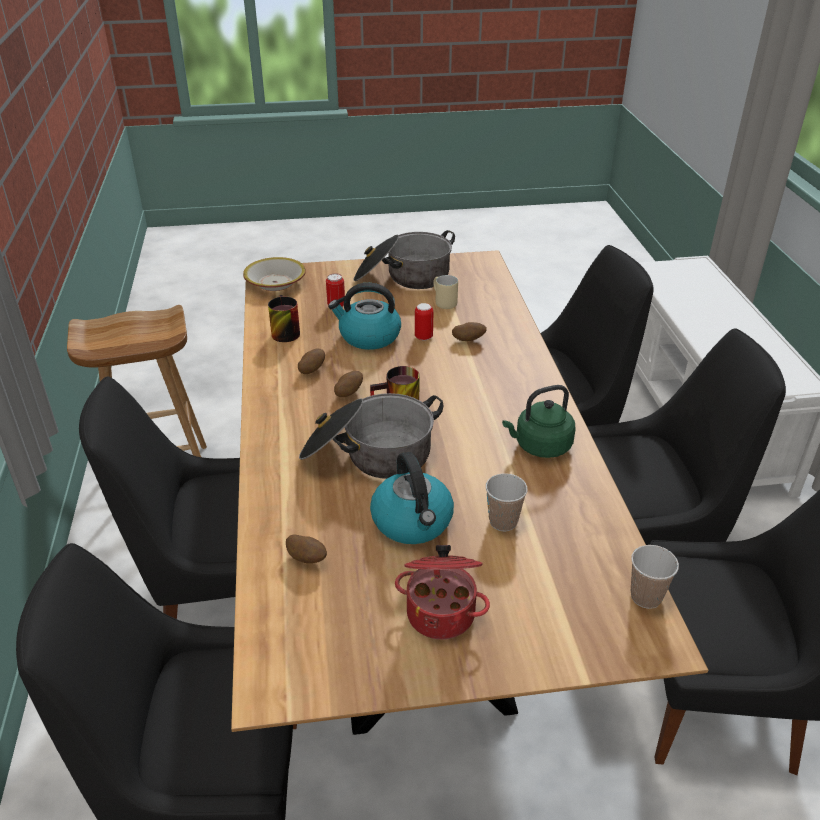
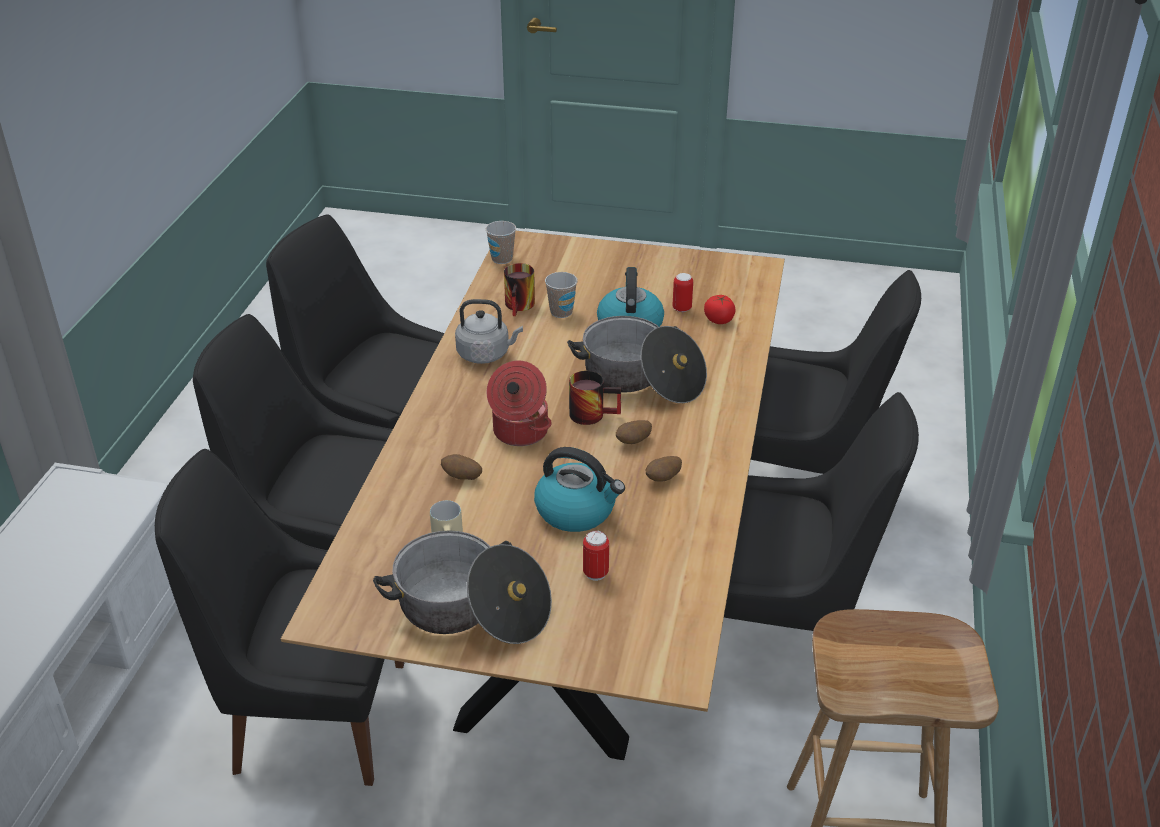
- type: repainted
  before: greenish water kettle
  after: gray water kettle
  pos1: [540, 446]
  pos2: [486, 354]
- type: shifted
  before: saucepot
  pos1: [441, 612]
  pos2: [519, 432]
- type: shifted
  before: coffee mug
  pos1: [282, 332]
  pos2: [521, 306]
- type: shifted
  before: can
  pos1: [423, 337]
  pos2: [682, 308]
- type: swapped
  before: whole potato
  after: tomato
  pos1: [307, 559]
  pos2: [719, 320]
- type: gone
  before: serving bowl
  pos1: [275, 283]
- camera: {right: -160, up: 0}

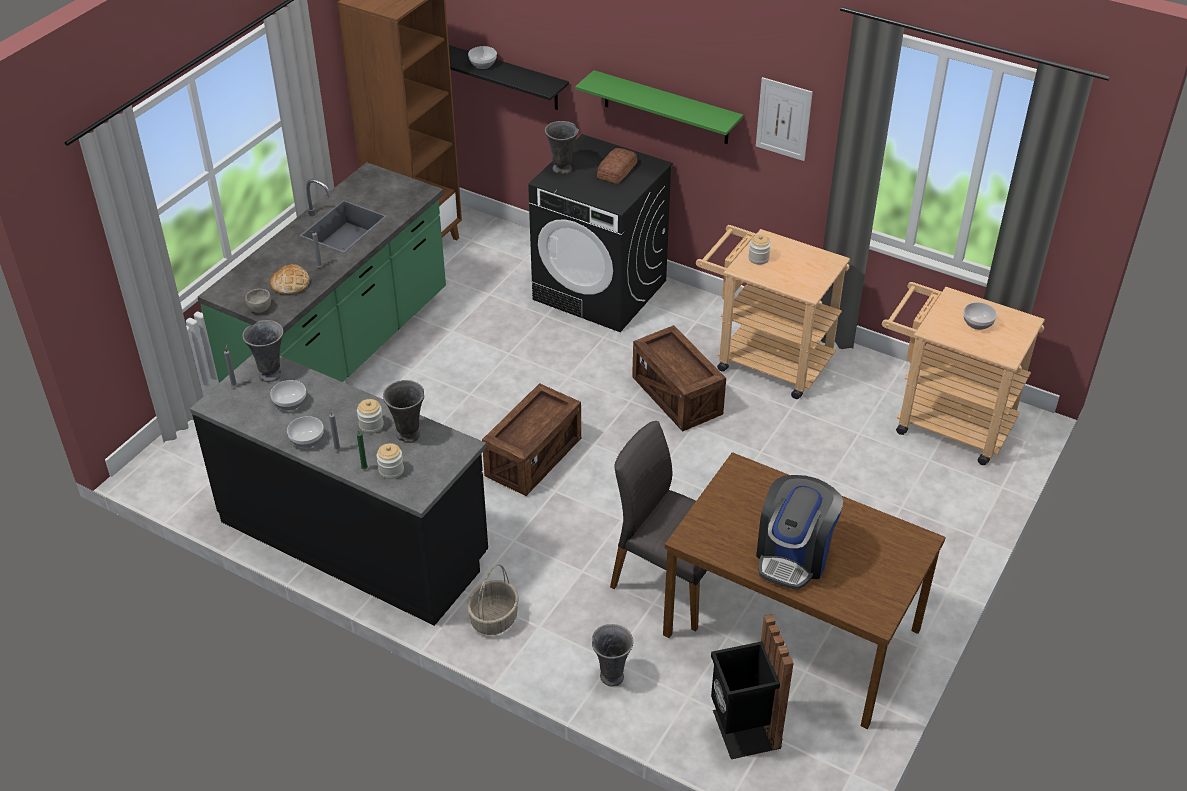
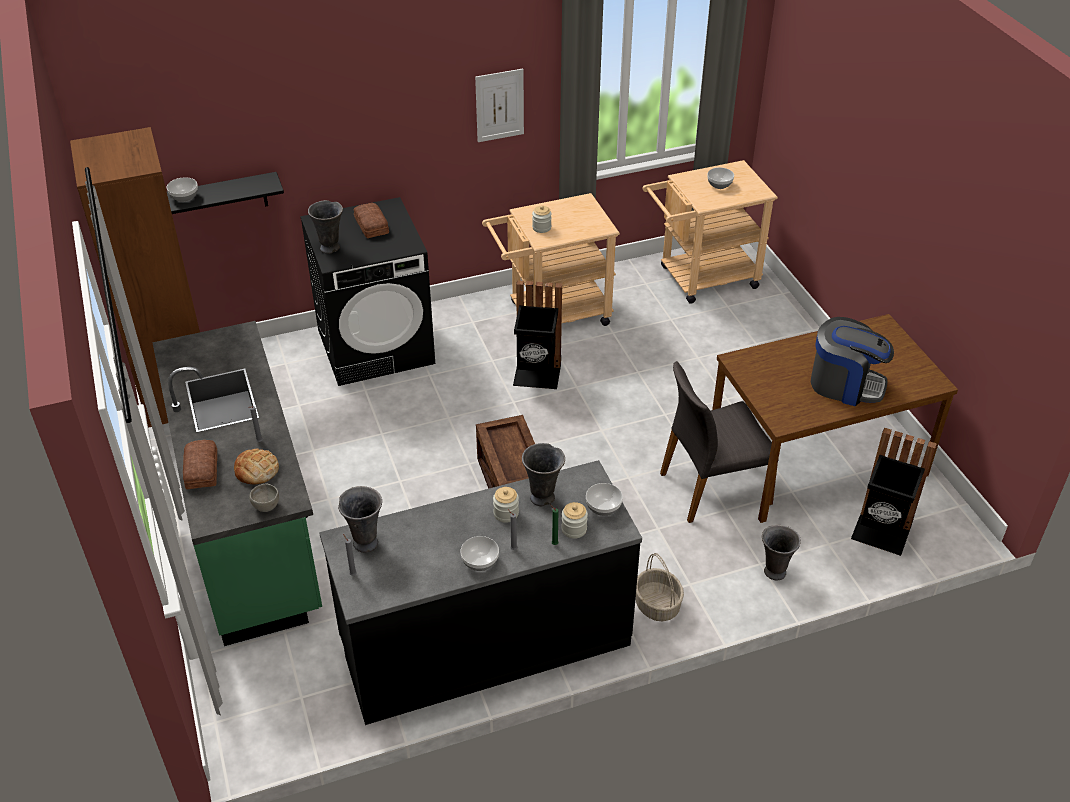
- type: new
  after: bakery bread
  pos2: [203, 469]
- type: swapped
  before: shipping crate
  after: black rubbish bin
  pos1: [677, 396]
  pos2: [537, 376]
- type: shifted
  before: serving bowl
  pos1: [290, 403]
  pos2: [603, 507]
- type: rotated
  before: coffee machine
  pos1: [794, 555]
  pos2: [845, 384]
  turn: -45
- type: gone
  before: greenish wall shelf
  pos1: [666, 108]
- camera: {right: -50, up: 0}

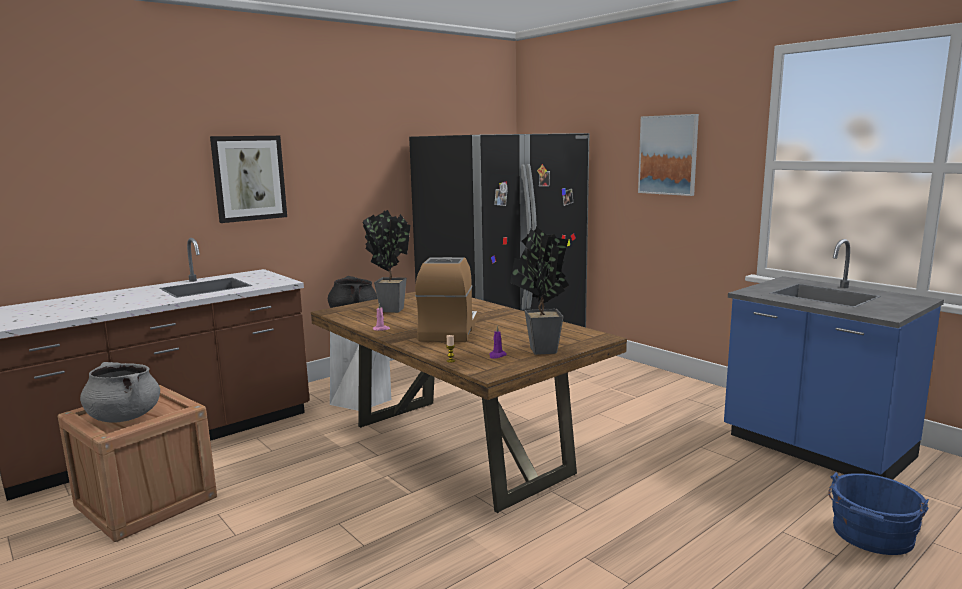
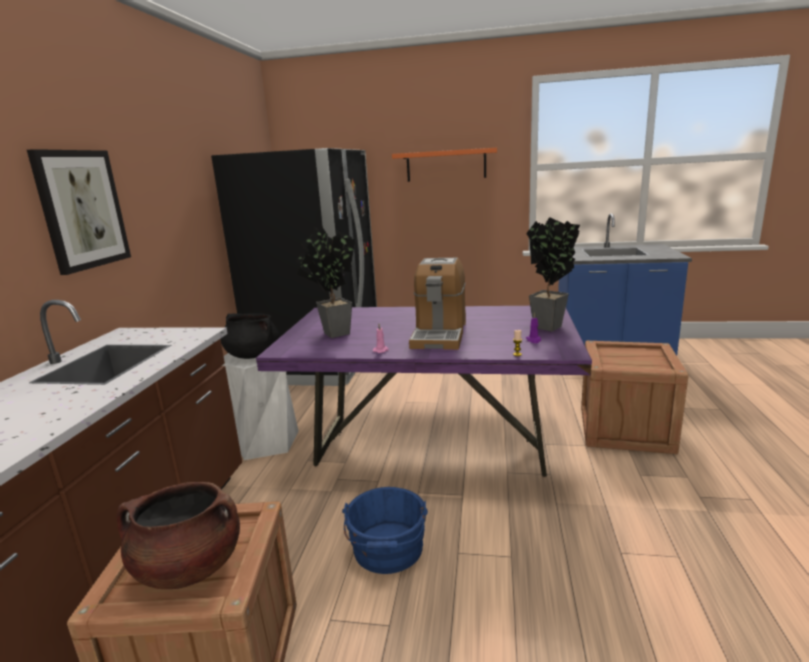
- type: repainted
  before: gray saucepot
  after: brown saucepot
  pos1: [124, 417]
  pos2: [189, 567]
- type: repainted
  before: brown dinner table
  after: purple-coloured dinner table
  pos1: [456, 448]
  pos2: [429, 445]
- type: shifted
  before: blue water bucket
  pos1: [871, 536]
  pos2: [388, 551]
- type: swapped
  before: wall picture
  after: orange-coloured wall shelf
  pos1: [668, 155]
  pos2: [446, 165]
- type: rotated
  before: coffee machine
  pos1: [448, 330]
  pos2: [439, 334]
  turn: -135
- type: new
  after: shipping crate
  pos2: [625, 429]
- camera: {right: -40, up: 5}

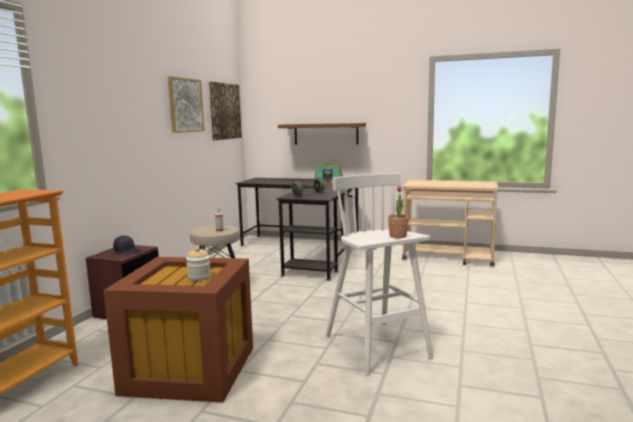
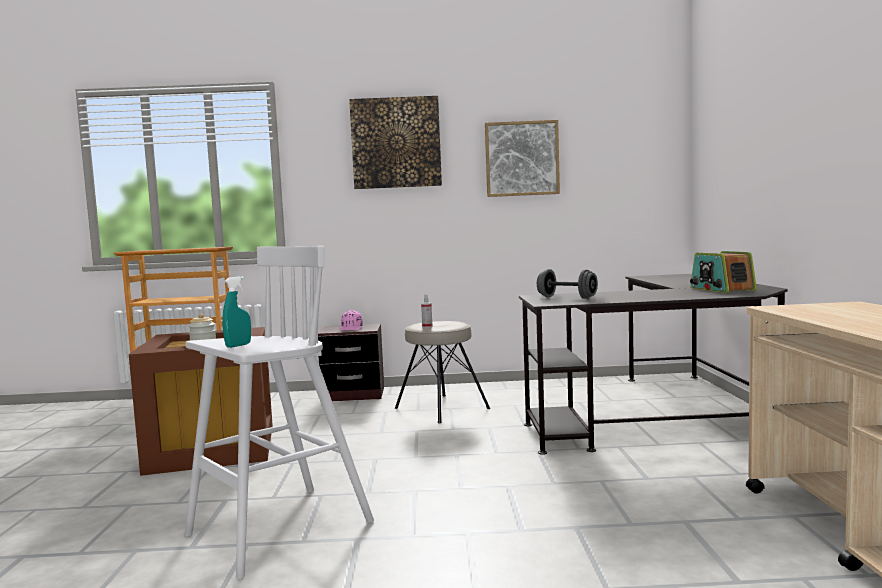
- type: swapped
  before: plant in a pot
  after: blue-green spray bottle
  pos1: [398, 236]
  pos2: [238, 345]
- type: repainted
  before: black baseball cap
  after: pinkish baseball cap
  pos1: [128, 251]
  pos2: [351, 328]
- type: shifted
  before: wall picture
  pos1: [224, 111]
  pos2: [396, 143]
- type: gone
  before: brown wall shelf
  pos1: [326, 134]
- camera: {right: 70, up: -5}

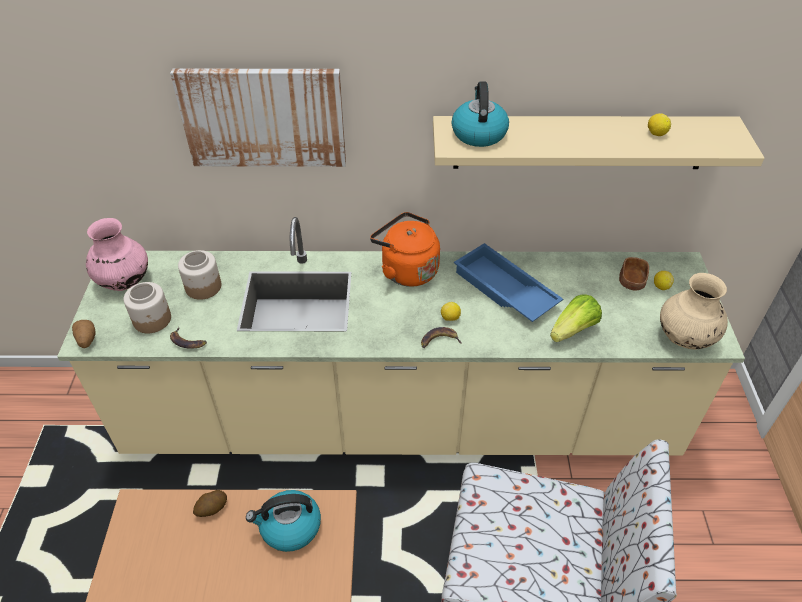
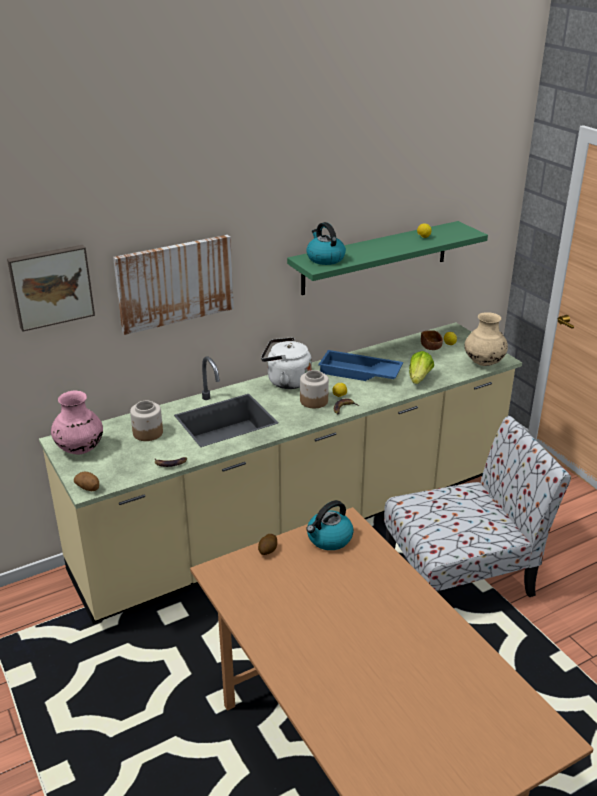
- type: new
  after: wall picture
  pos2: [51, 286]
- type: repainted
  before: orange-coloured water kettle
  after: whitish water kettle
  pos1: [406, 270]
  pos2: [286, 381]
- type: repainted
  before: sand-coloured wall shelf
  after: greenish wall shelf
  pos1: [580, 142]
  pos2: [375, 257]
- type: shifted
  before: jar
  pos1: [152, 320]
  pos2: [314, 401]
- camera: {right: -30, up: -15}

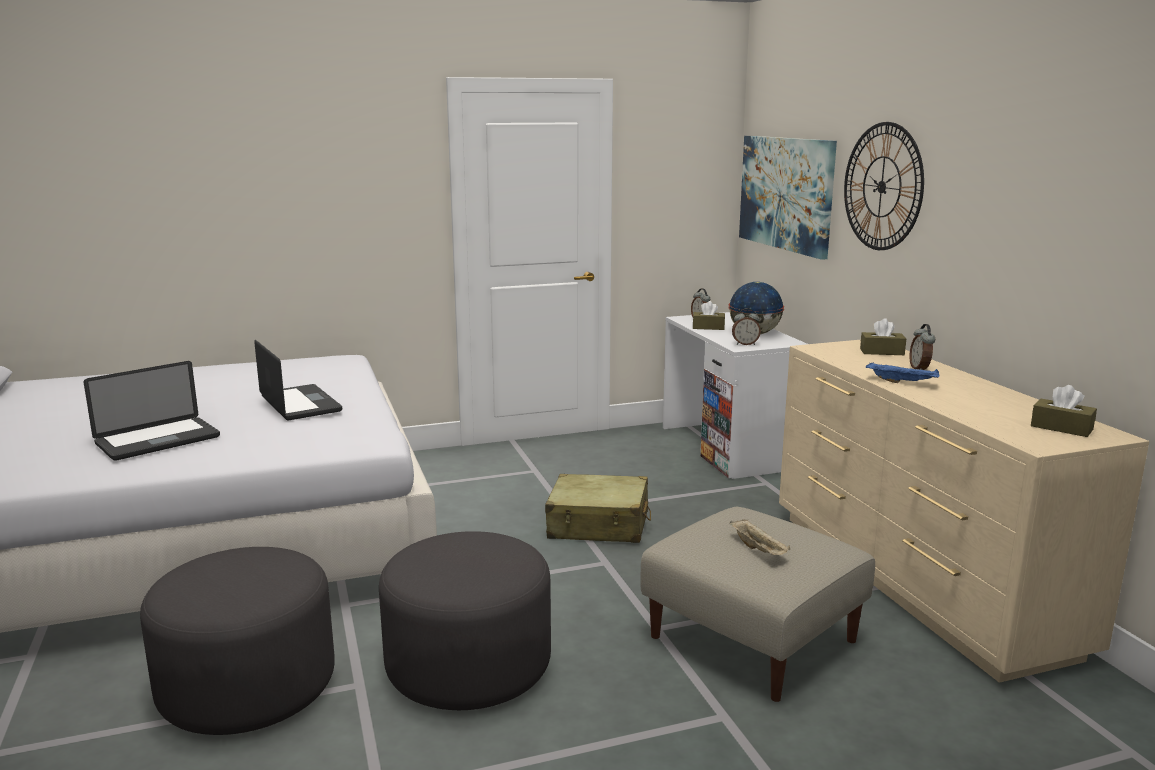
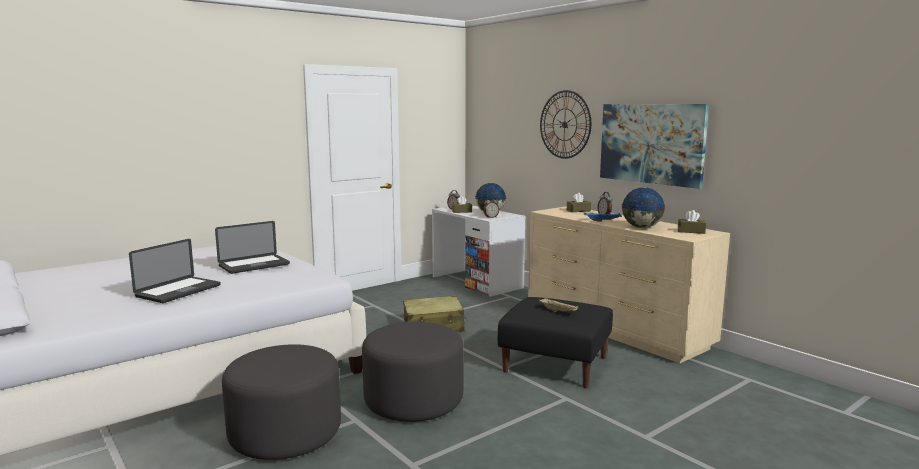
- type: rotated
  before: portable computer
  pos1: [300, 404]
  pos2: [254, 265]
  turn: 105
- type: repainted
  before: sand-coloured footrest
  after: black footrest
  pos1: [754, 639]
  pos2: [556, 364]
- type: shifted
  before: wall picture
  pos1: [786, 193]
  pos2: [651, 143]
- type: new
  after: desk globe
  pos2: [641, 227]
- camera: {right: -20, up: -5}

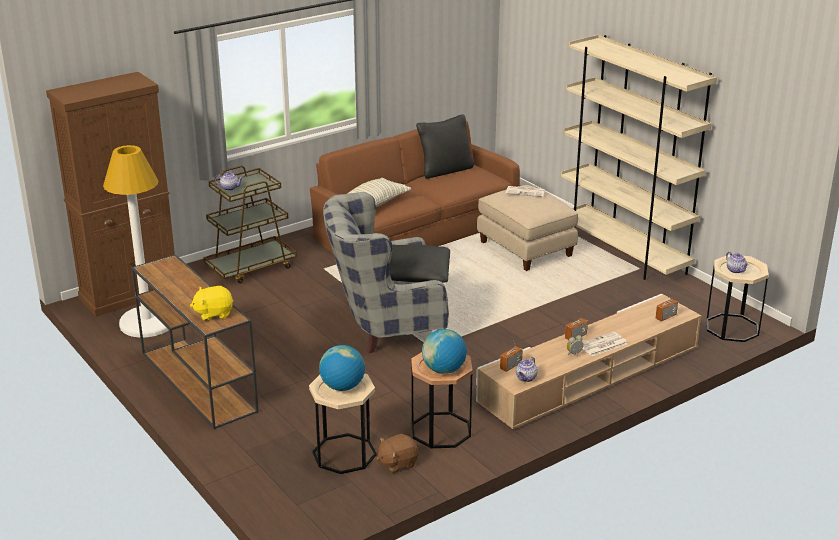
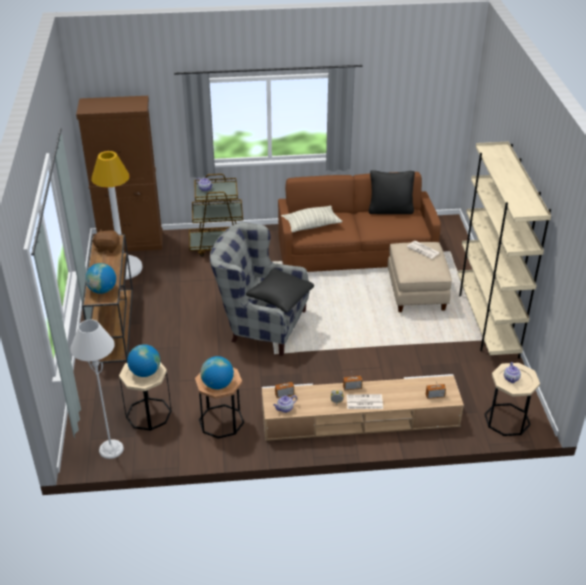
- type: new
  after: gray floor lamp
  pos2: [111, 449]
- type: swapped
  before: yellowish plush toy
  after: desk globe
  pos1: [213, 313]
  pos2: [102, 290]
- type: shifted
  before: brown plush toy
  pos1: [397, 463]
  pos2: [107, 248]
- camera: {right: 30, up: 10}

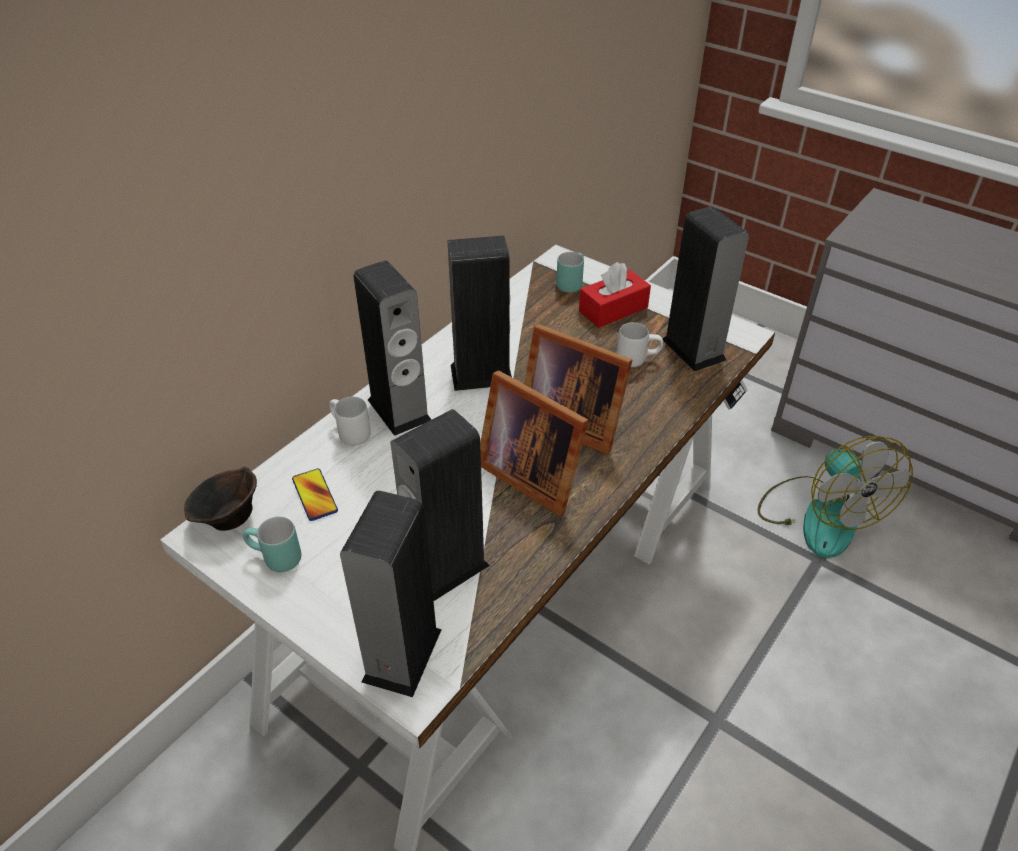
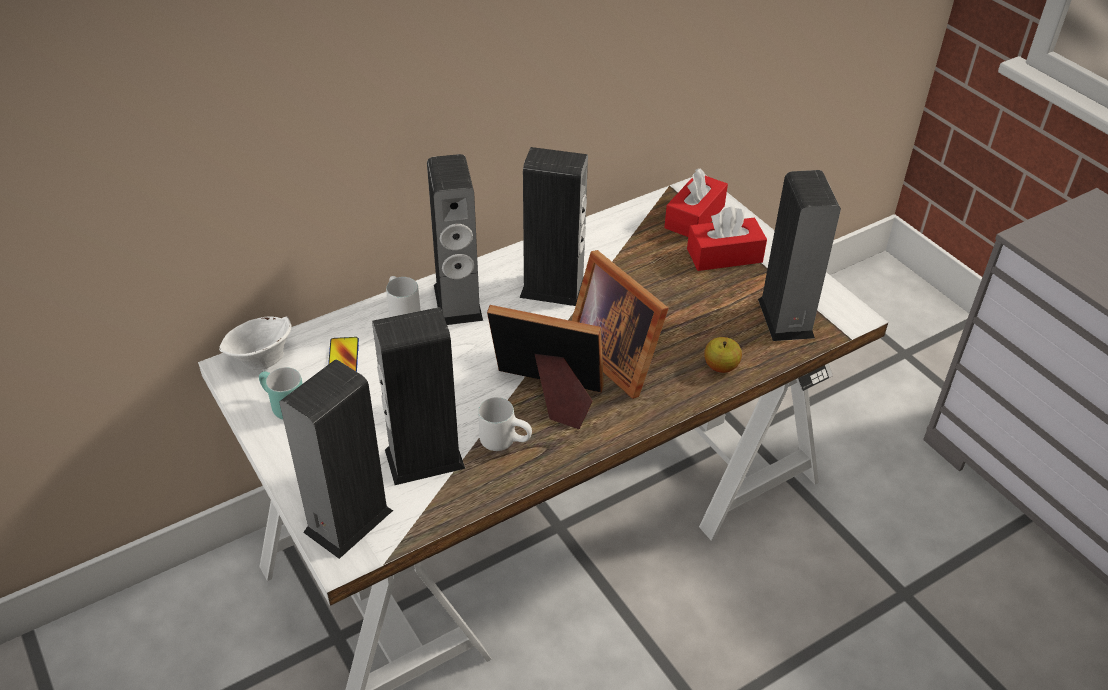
- type: repainted
  before: brown serving bowl
  after: whitish serving bowl
  pos1: [228, 518]
  pos2: [261, 360]
- type: shifted
  before: whitish coffee mug
  pos1: [637, 358]
  pos2: [506, 440]
- type: rotated
  before: photo frame
  pos1: [530, 473]
  pos2: [548, 395]
  turn: 135
- type: swapped
  before: blue-green coffee mug
  after: reddish box of tissues
  pos1: [570, 283]
  pos2: [694, 217]
- type: new
  after: apple fruit
  pos2: [721, 366]
- type: gone
  before: electric fan
  pos1: [819, 515]
- camera: {right: 20, up: 0}

